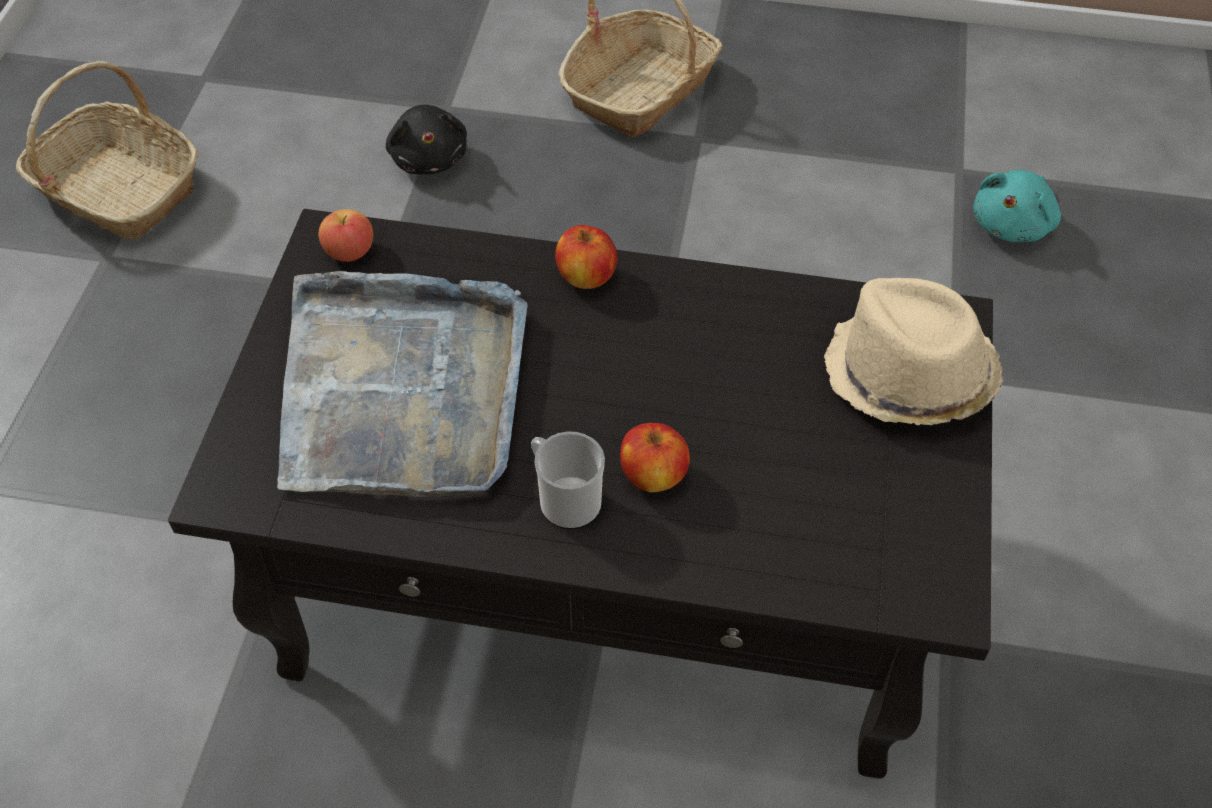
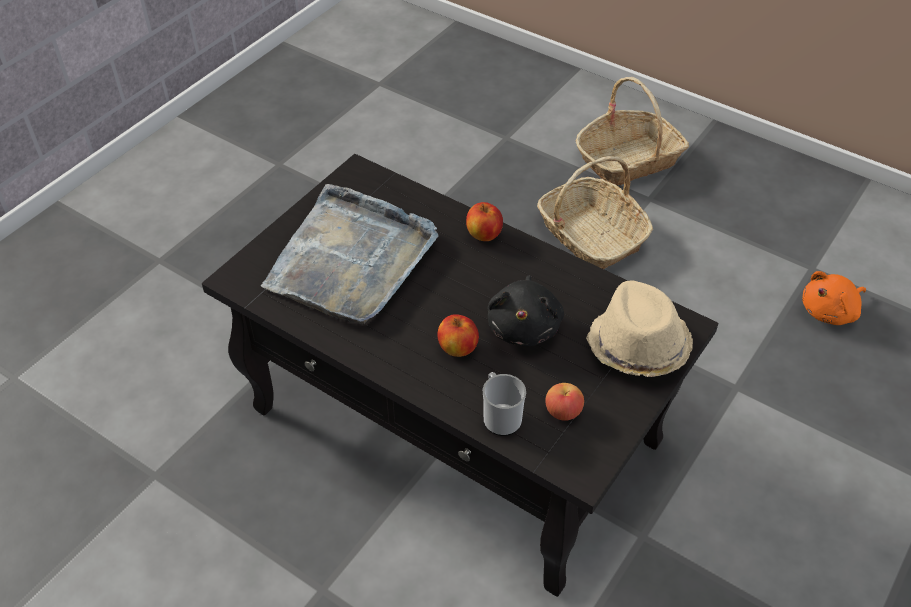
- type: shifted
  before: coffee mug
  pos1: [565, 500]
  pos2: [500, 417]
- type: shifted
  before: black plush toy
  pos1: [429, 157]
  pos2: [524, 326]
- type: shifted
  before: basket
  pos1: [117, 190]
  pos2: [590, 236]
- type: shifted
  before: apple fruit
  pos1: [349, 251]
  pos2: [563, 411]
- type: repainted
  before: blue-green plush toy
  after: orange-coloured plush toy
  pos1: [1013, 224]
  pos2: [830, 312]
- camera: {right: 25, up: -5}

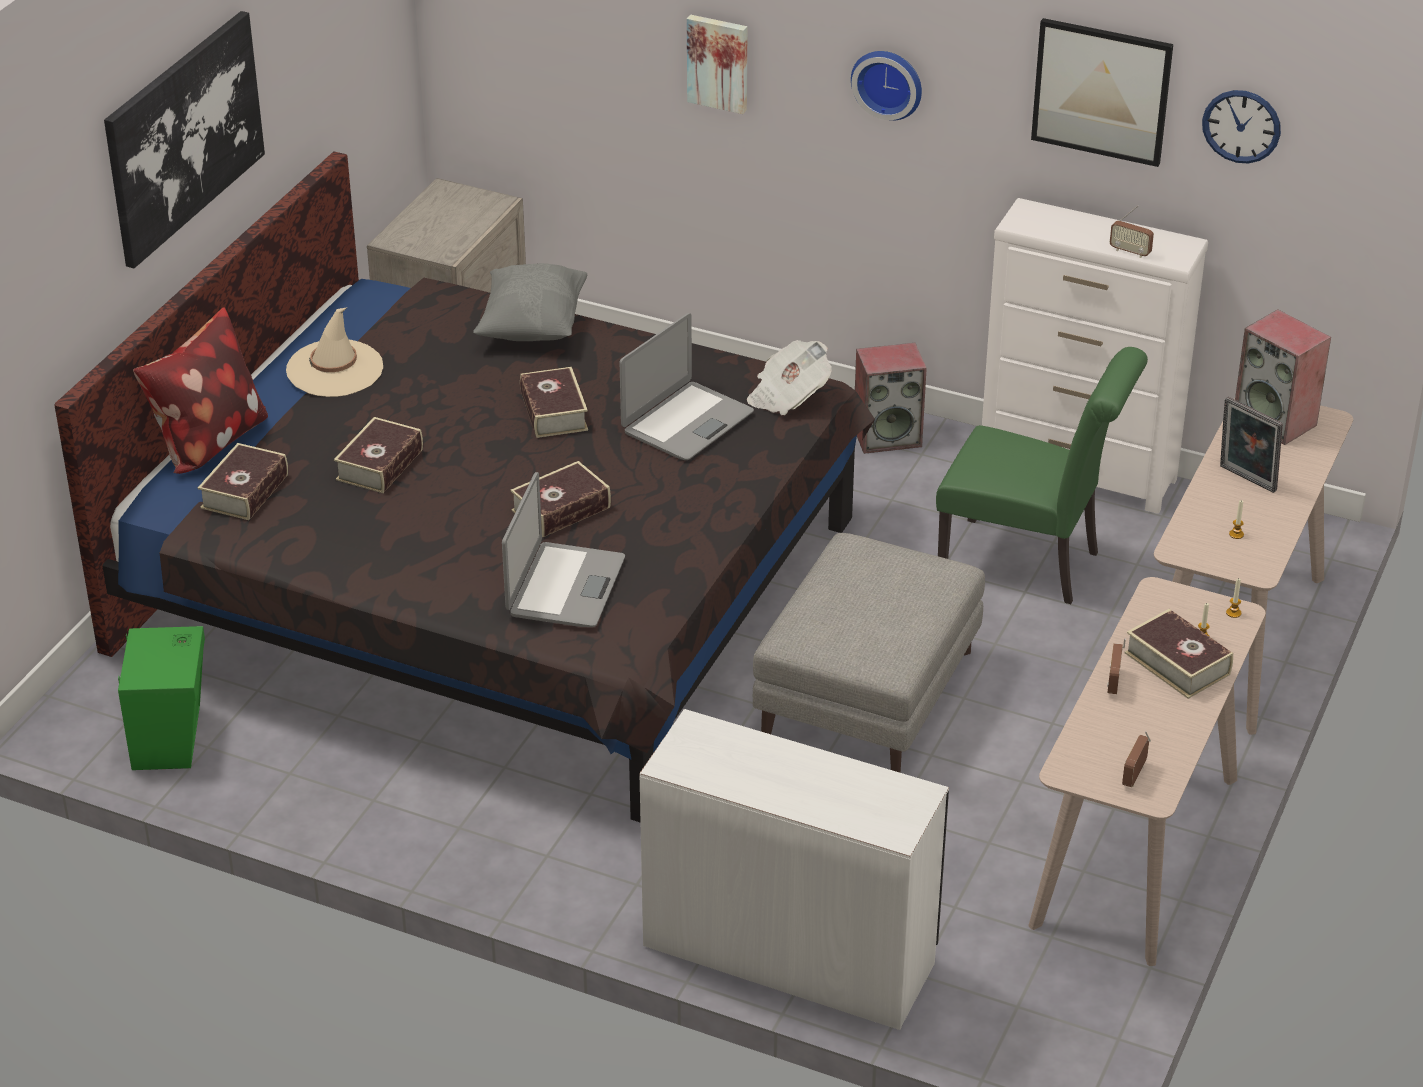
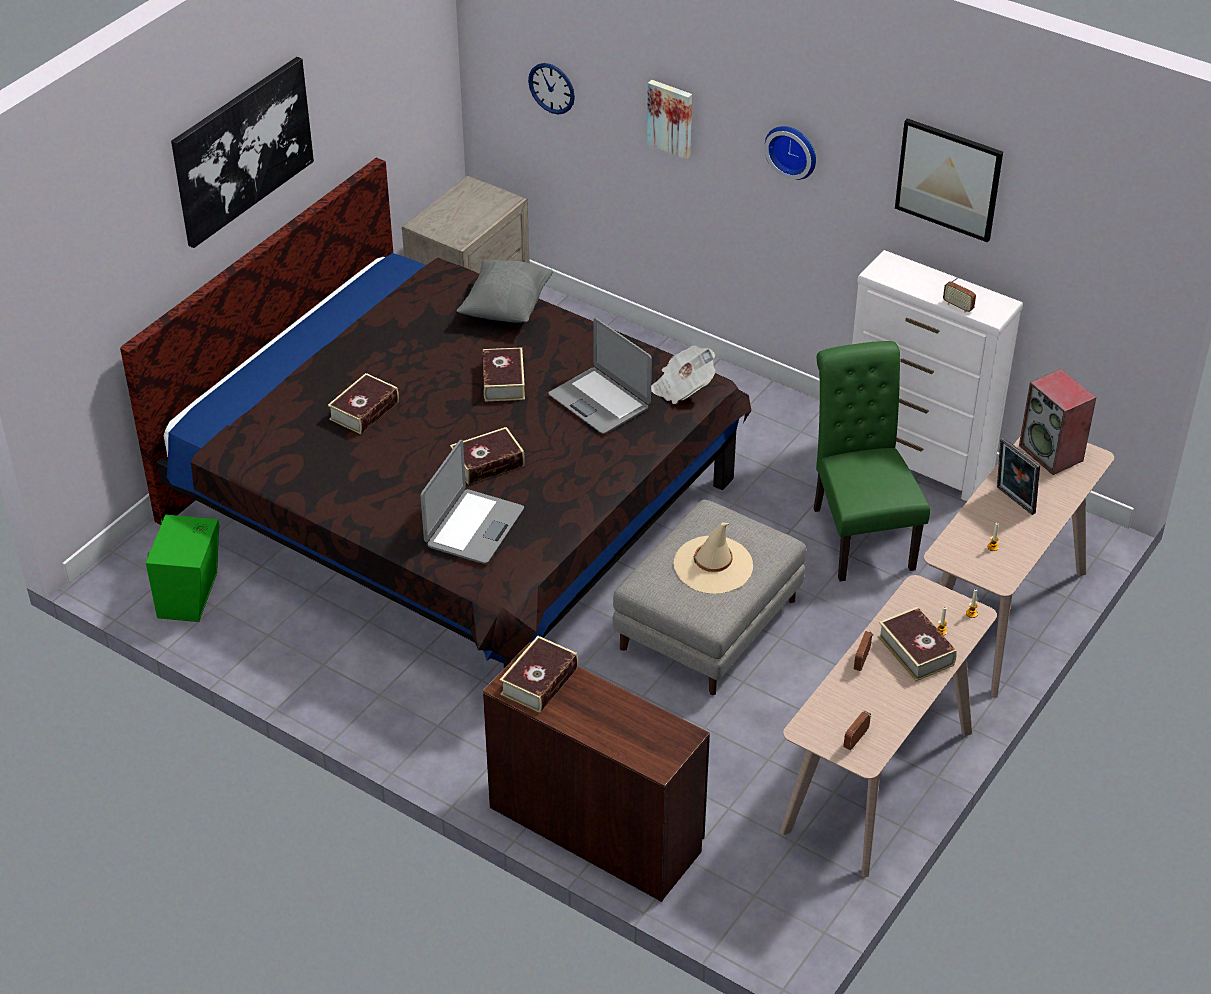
- type: repainted
  before: whitish desk table
  after: brown desk table
  pos1: [789, 951]
  pos2: [596, 827]
- type: shifted
  before: bound book
  pos1: [245, 491]
  pos2: [539, 681]
- type: shifted
  before: hanging clock
  pos1: [1241, 126]
  pos2: [551, 88]
- type: rotated
  before: portable computer
  pos1: [686, 422]
  pos2: [600, 401]
  turn: 90
- type: shifted
  before: sand-coloured hat
  pos1: [335, 369]
  pos2: [713, 565]
- type: rotated
  before: greenish plain chair
  pos1: [1029, 564]
  pos2: [859, 533]
  turn: -135
- type: gone
  before: cushion
  pos1: [208, 442]
- type: gone
  before: audio speaker
  pos1: [888, 436]
- camera: {right: 10, up: 5}

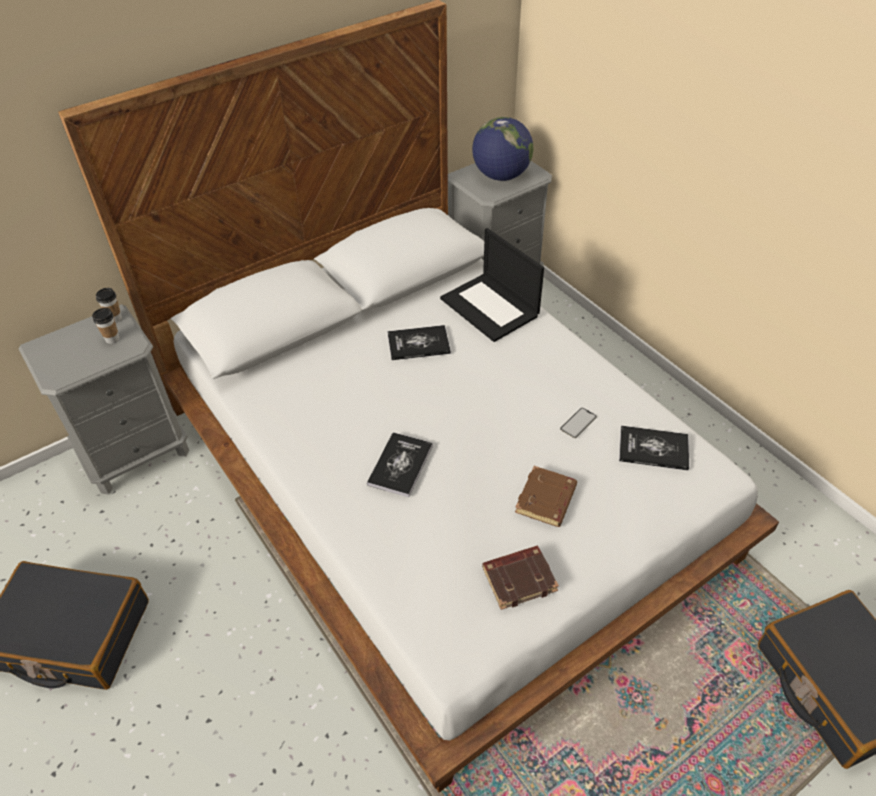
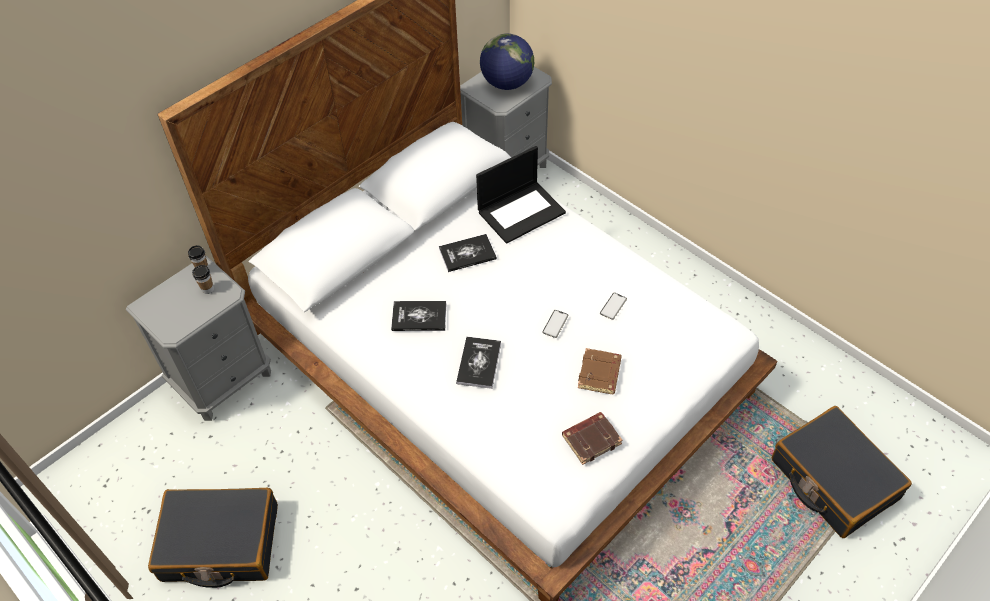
- type: shifted
  before: bound book
  pos1: [653, 449]
  pos2: [419, 317]
- type: rotated
  before: portable computer
  pos1: [491, 307]
  pos2: [521, 211]
  turn: -75
- type: new
  after: telephone
  pos2: [555, 324]
- camera: {right: -10, up: 5}

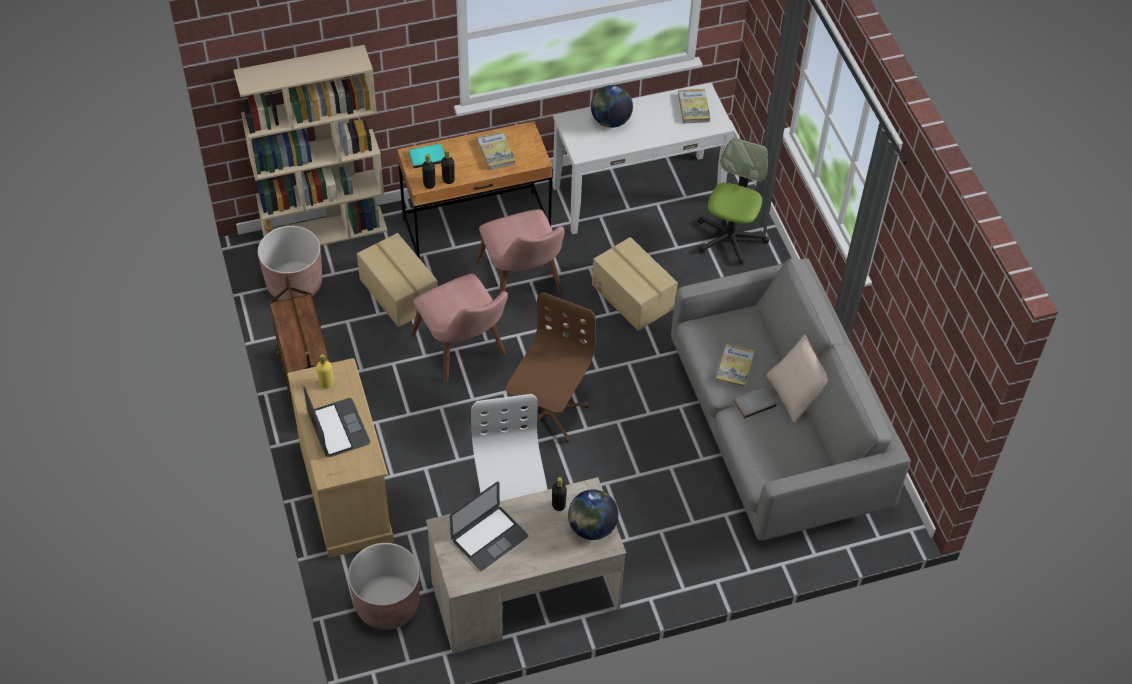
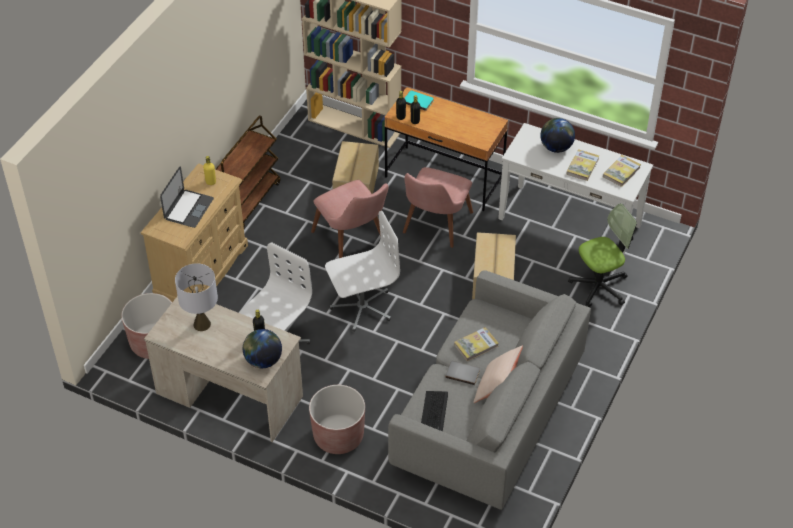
- type: swapped
  before: portable computer
  after: gray tabletop lamp
  pos1: [489, 538]
  pos2: [202, 324]
- type: shifted
  before: brown flower pot
  pos1: [294, 284]
  pos2: [338, 436]
- type: rotated
  before: pinkish plain chair
  pos1: [465, 352]
  pos2: [354, 242]
  turn: -45
- type: repainted
  before: brown office chair
  after: whitish office chair
  pos1: [547, 412]
  pos2: [362, 307]
- type: new
  after: PC keyboard
  pos2: [434, 413]
- type: shifted
  before: bound book
  pos1: [496, 152]
  pos2: [582, 166]
- camera: {right: 45, up: -5}

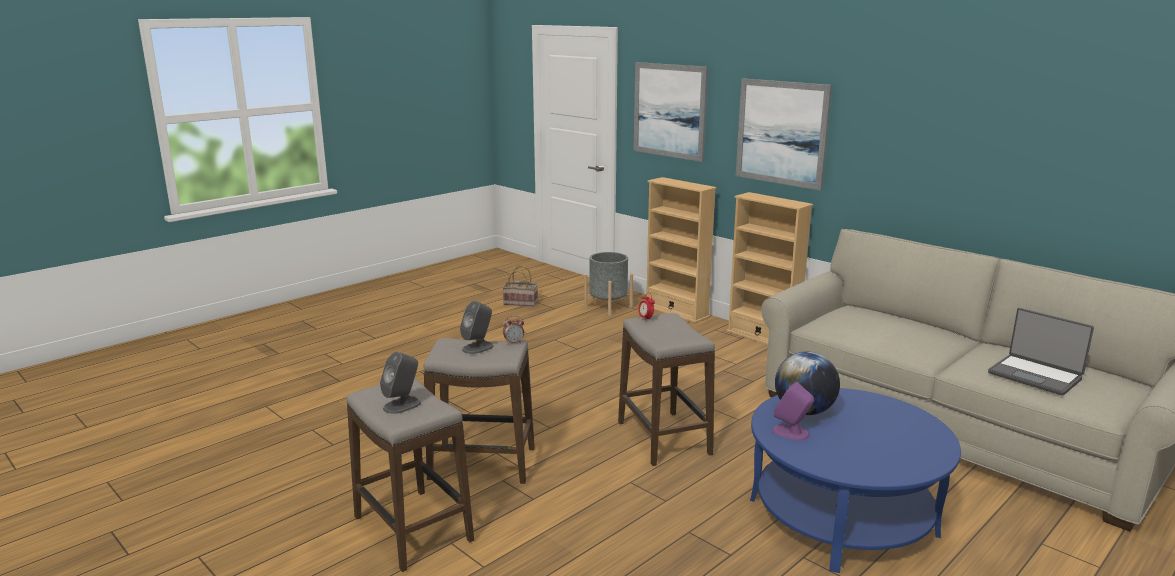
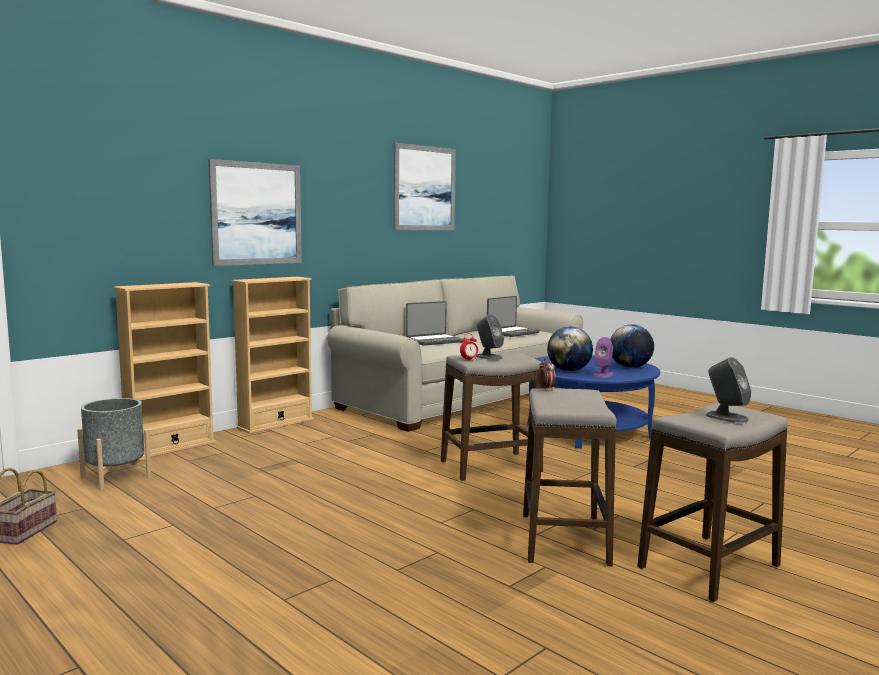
- type: shifted
  before: wall picture
  pos1: [669, 110]
  pos2: [424, 188]
- type: new
  after: portable computer
  pos2: [434, 341]
- type: shifted
  before: gray audio speaker
  pos1: [478, 347]
  pos2: [488, 357]
- type: new
  after: desk globe
  pos2: [630, 367]
- camera: {right: -90, up: -10}

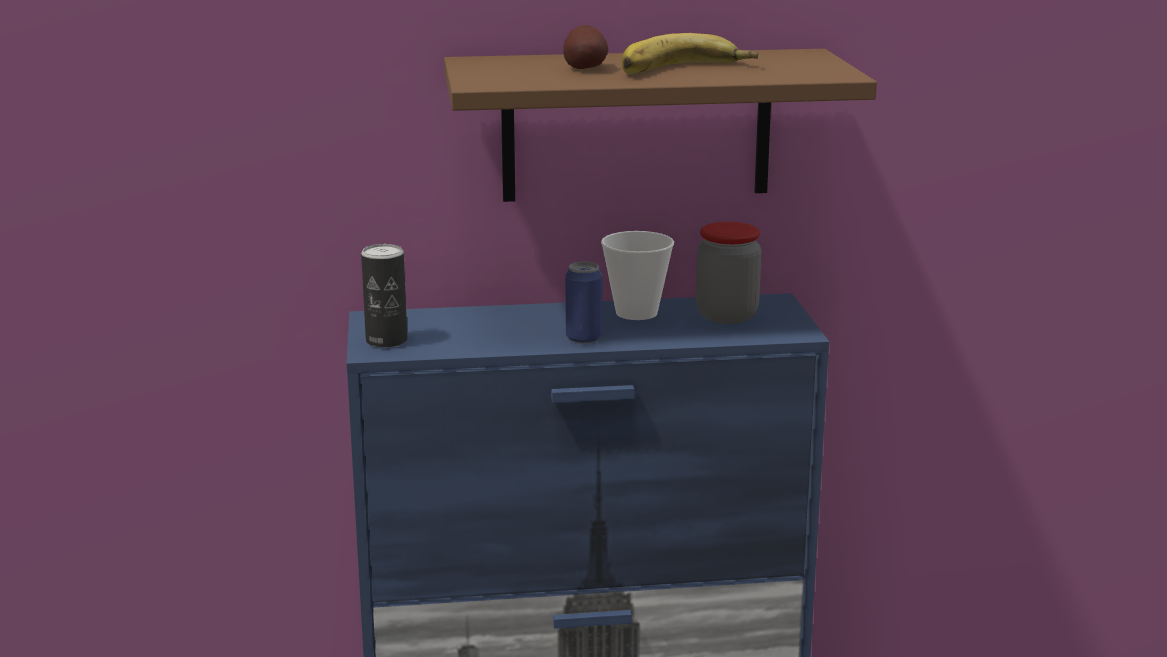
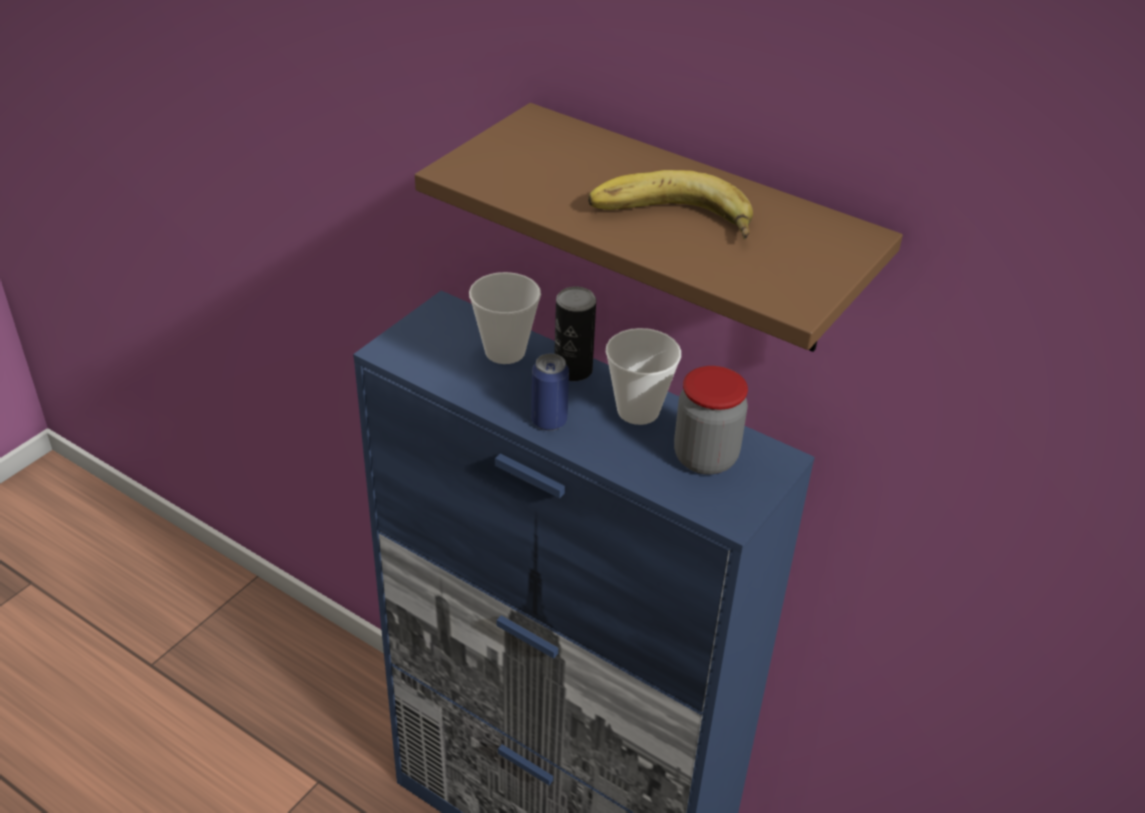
- type: new
  after: cup
  pos2: [505, 351]
- type: shifted
  before: can
  pos1: [386, 341]
  pos2: [573, 370]
- type: gone
  before: whole potato
  pos1: [586, 68]
- camera: {right: 40, up: 20}

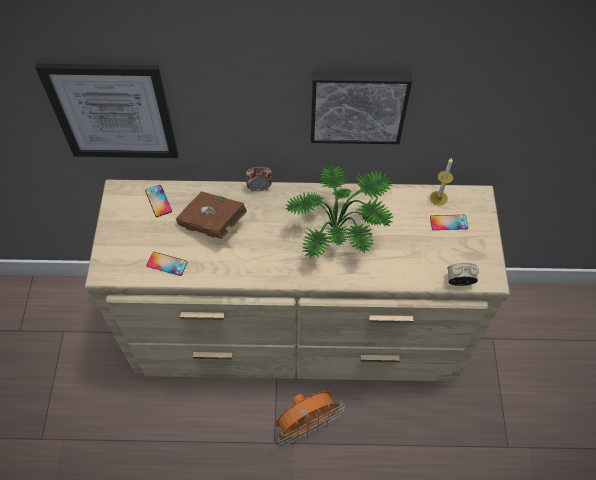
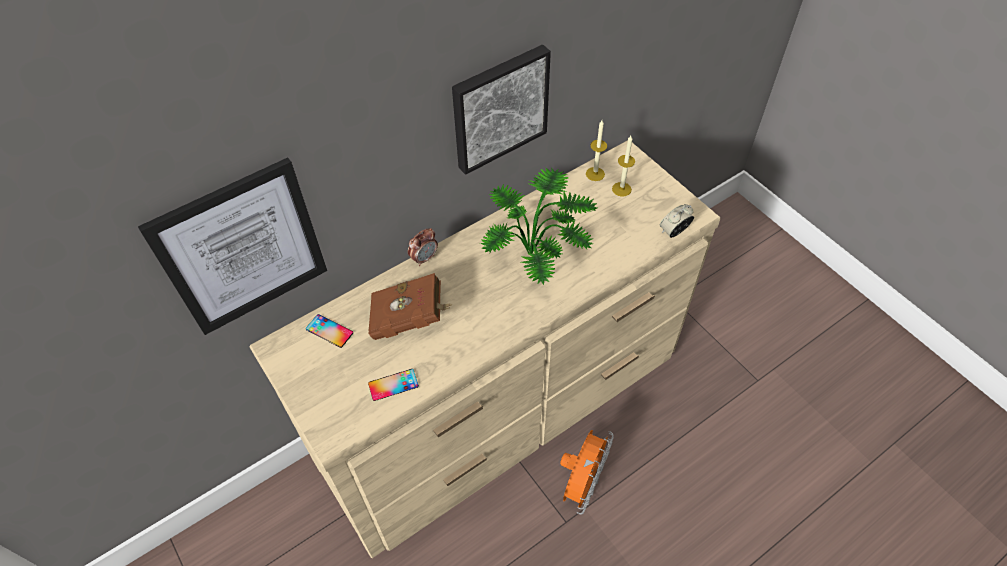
- type: swapped
  before: telephone
  after: wax candle
  pos1: [448, 222]
  pos2: [621, 189]
- camera: {right: -35, up: -5}

